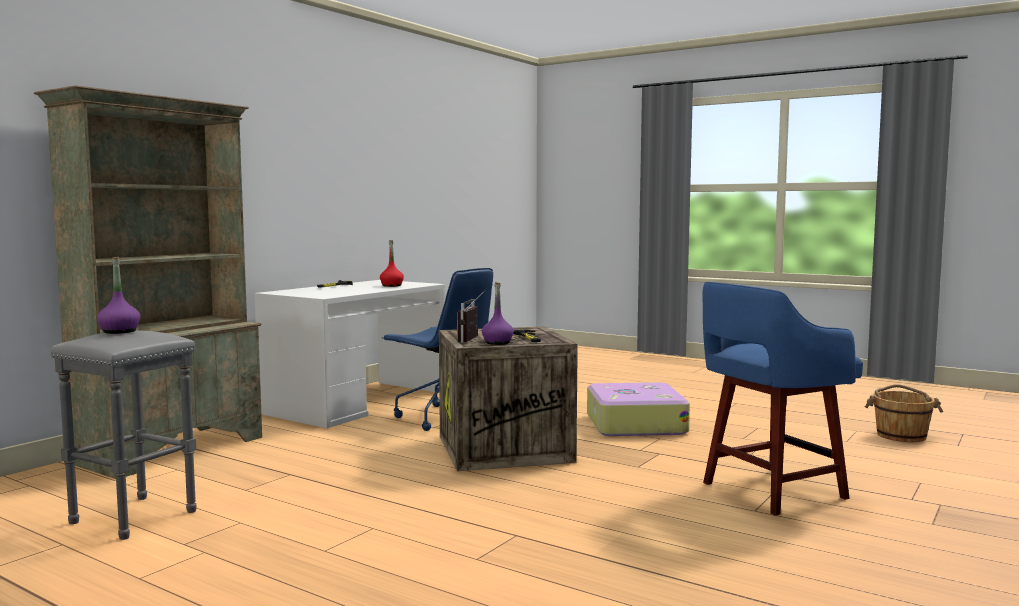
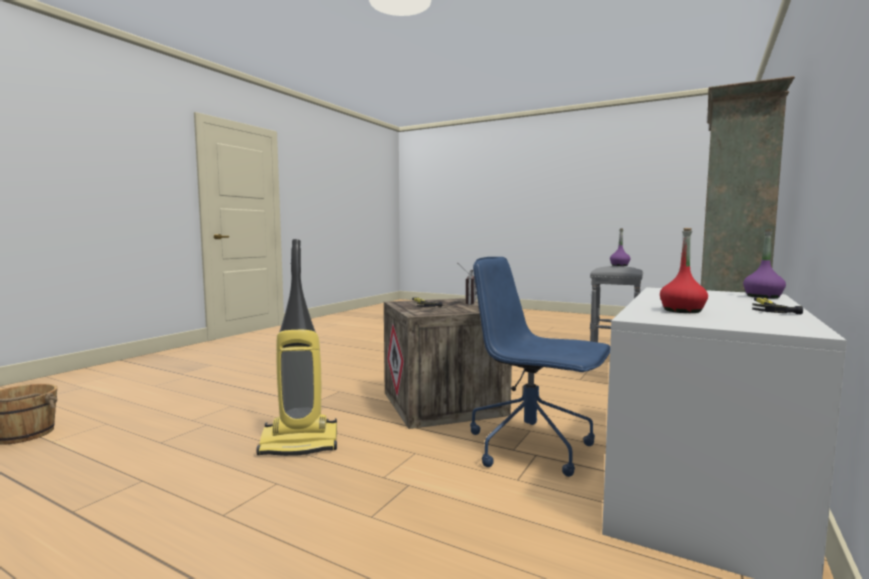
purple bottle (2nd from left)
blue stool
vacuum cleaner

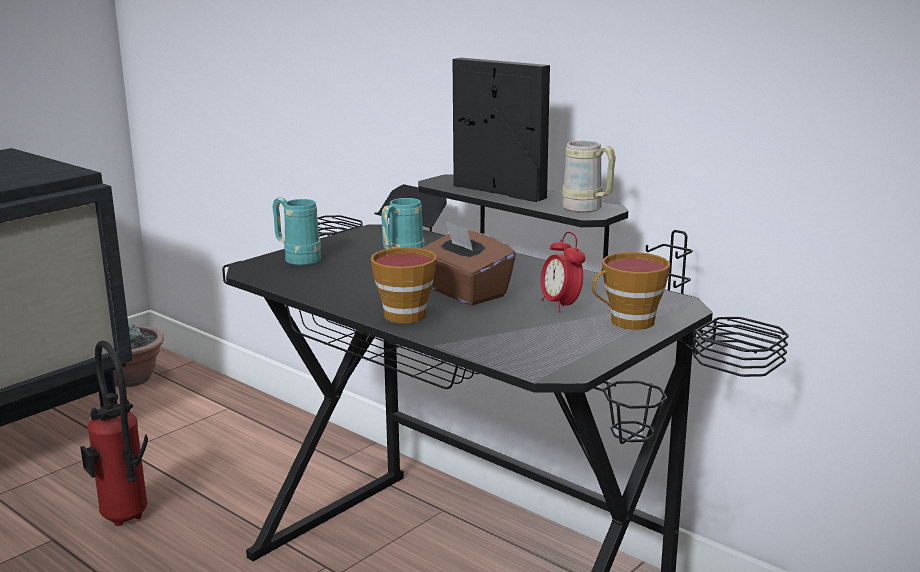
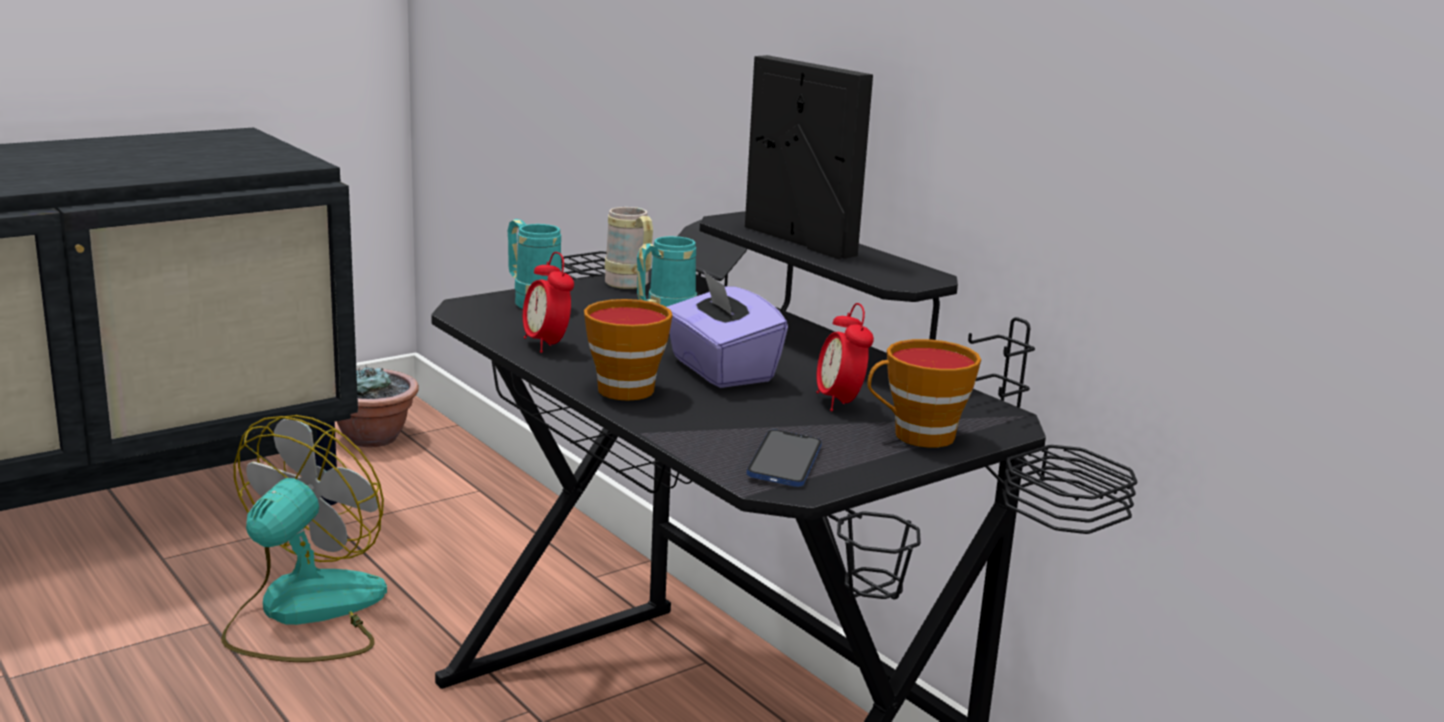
beige mug
purple tissue box
fan
alarm clock (1st from left)
phone

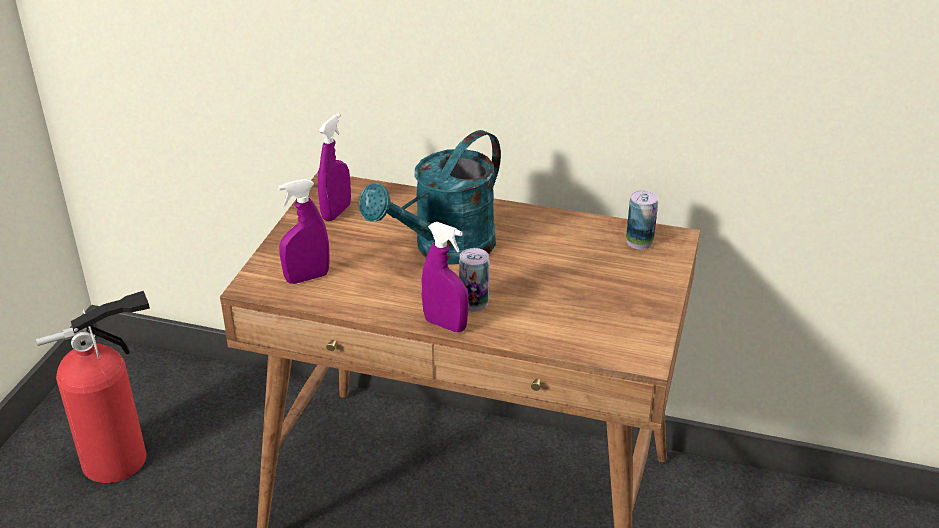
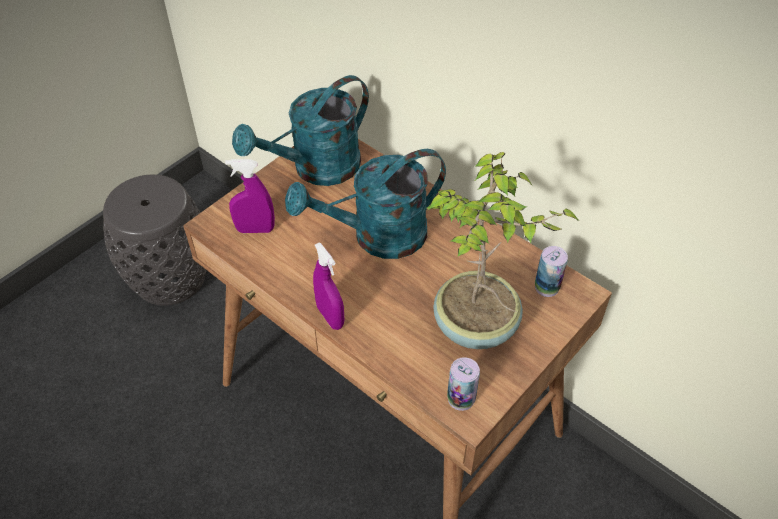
turquoise watering can (1st from left)
can (1st from left)
grey stool
potted plant

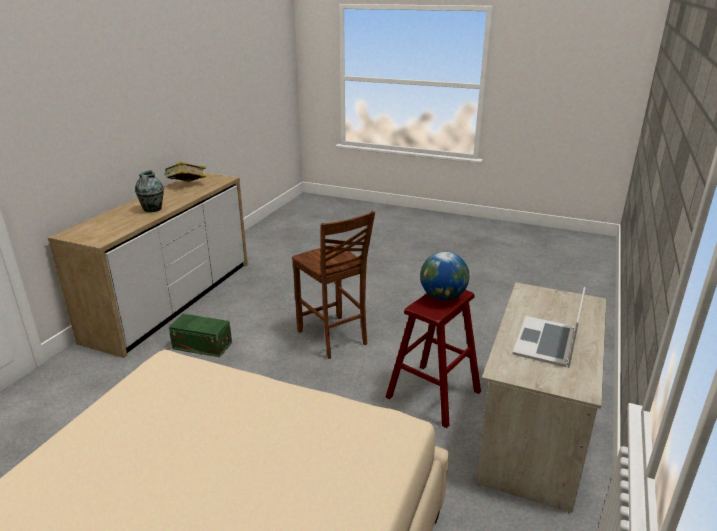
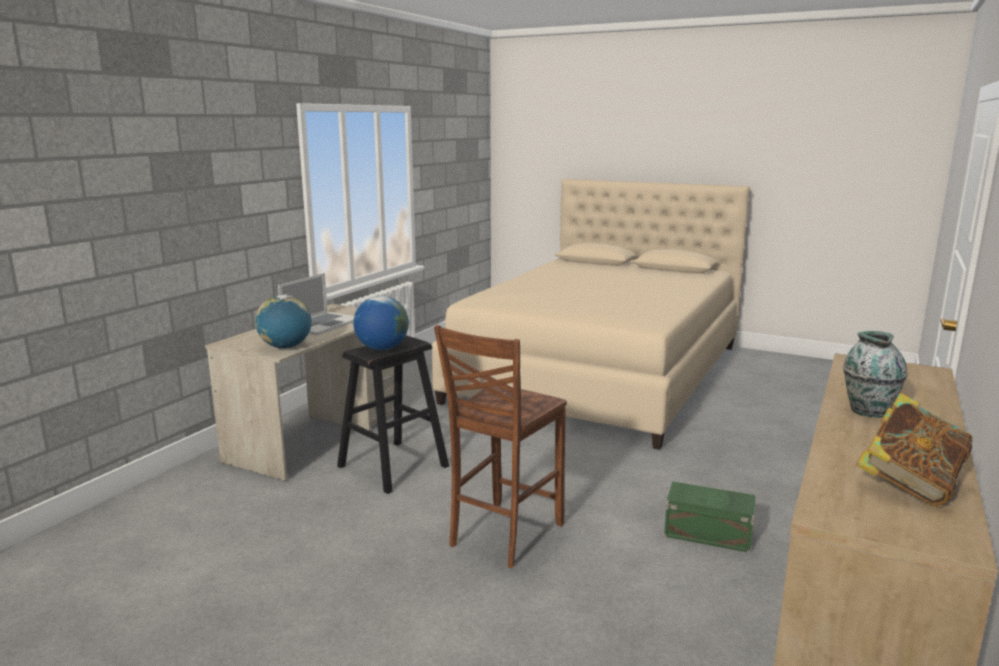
brown chair
black stool
globe (1st from left)

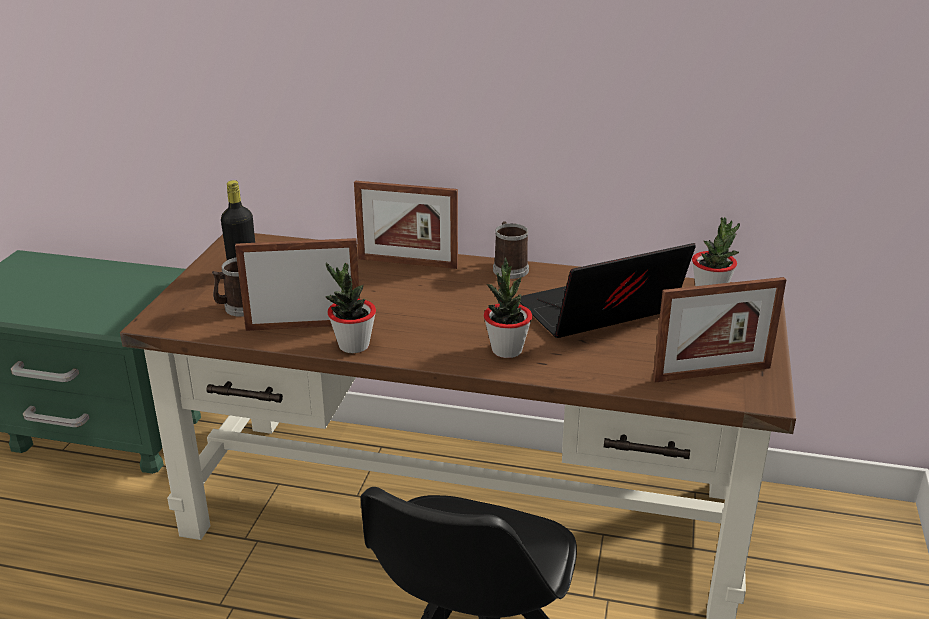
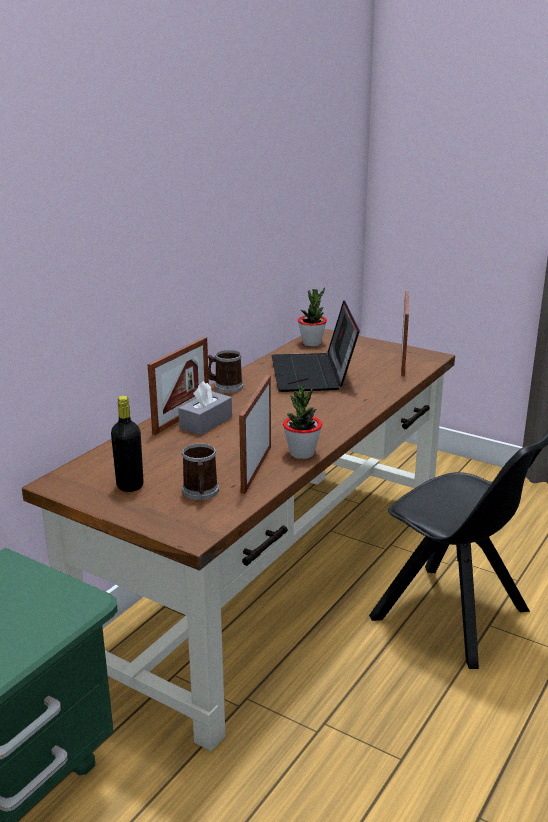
potted plant (2nd from left in the first image)
grey tissue box

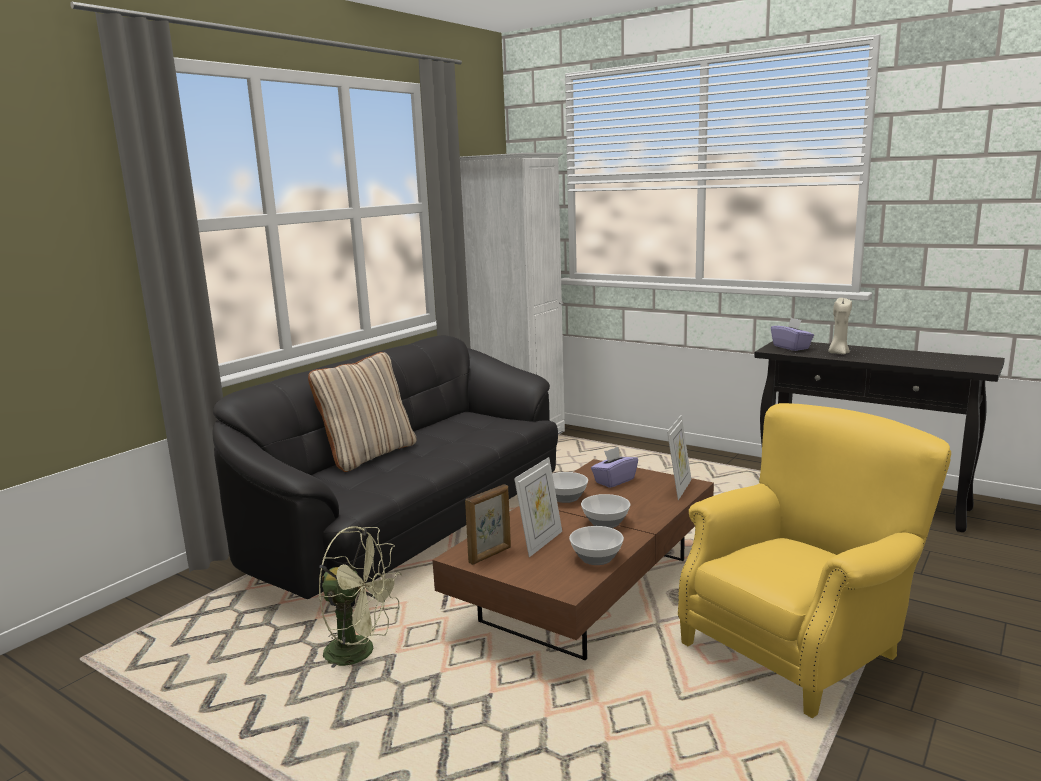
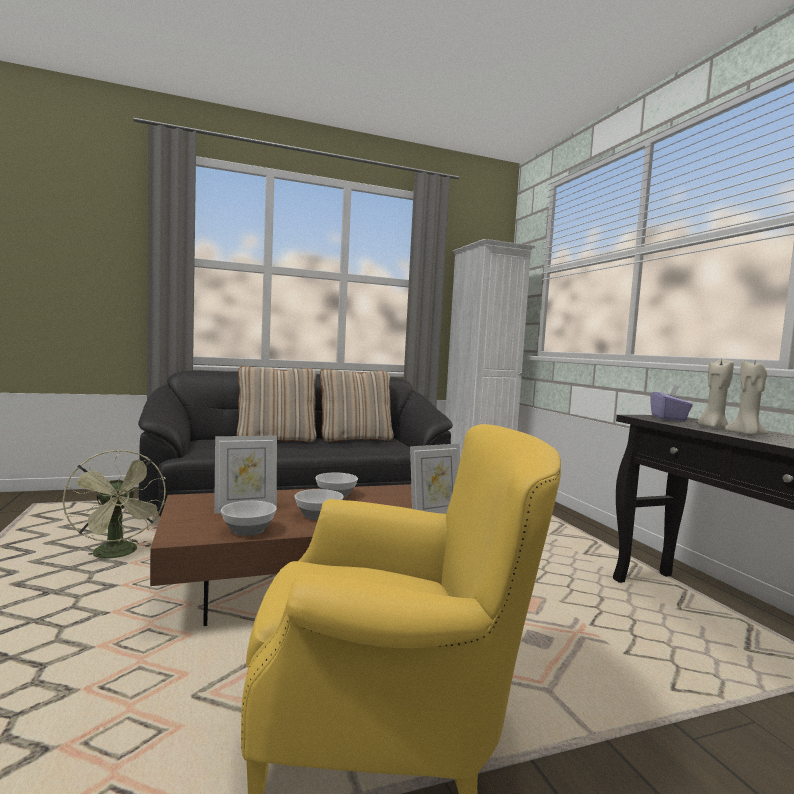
purple tissue box (1st from left in the first image)
picture frame (1st from left in the first image)
beige candle (2nd from left)
beige pillow (2nd from left)

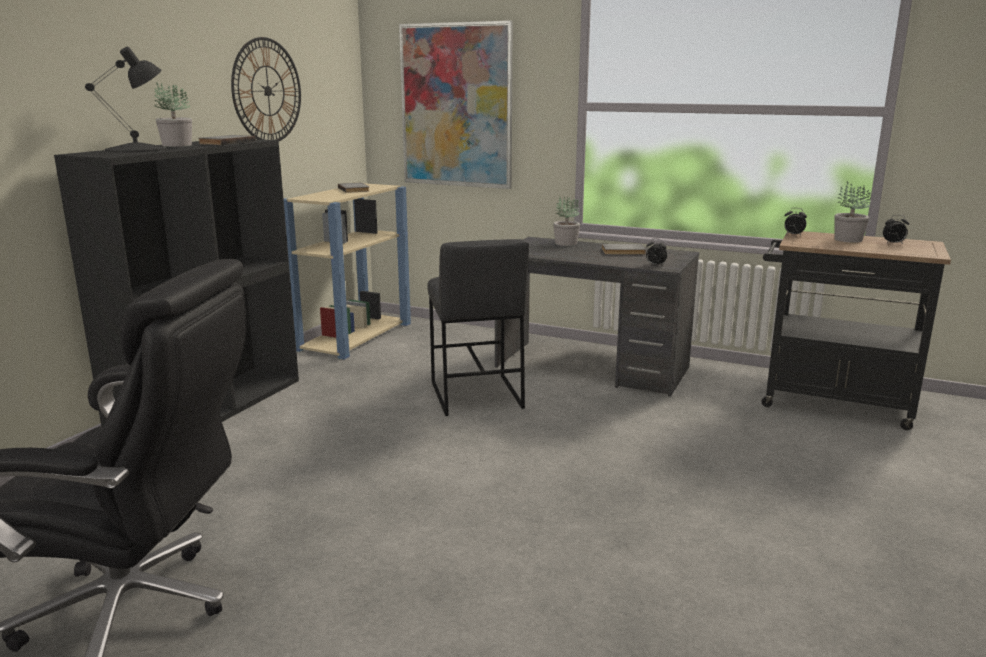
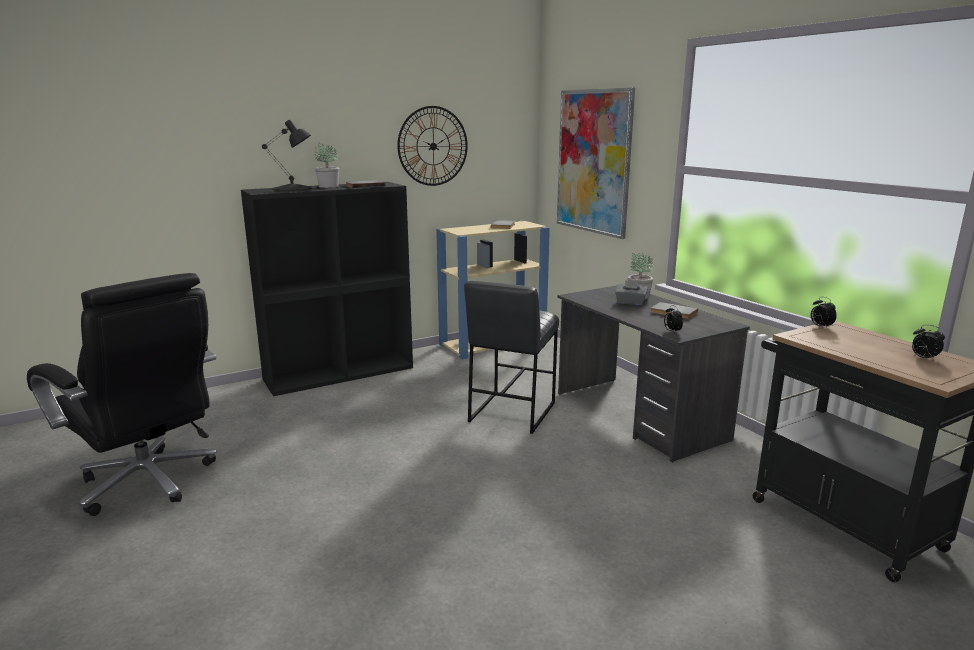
potted plant (3rd from left in the first image)
grey tissue box

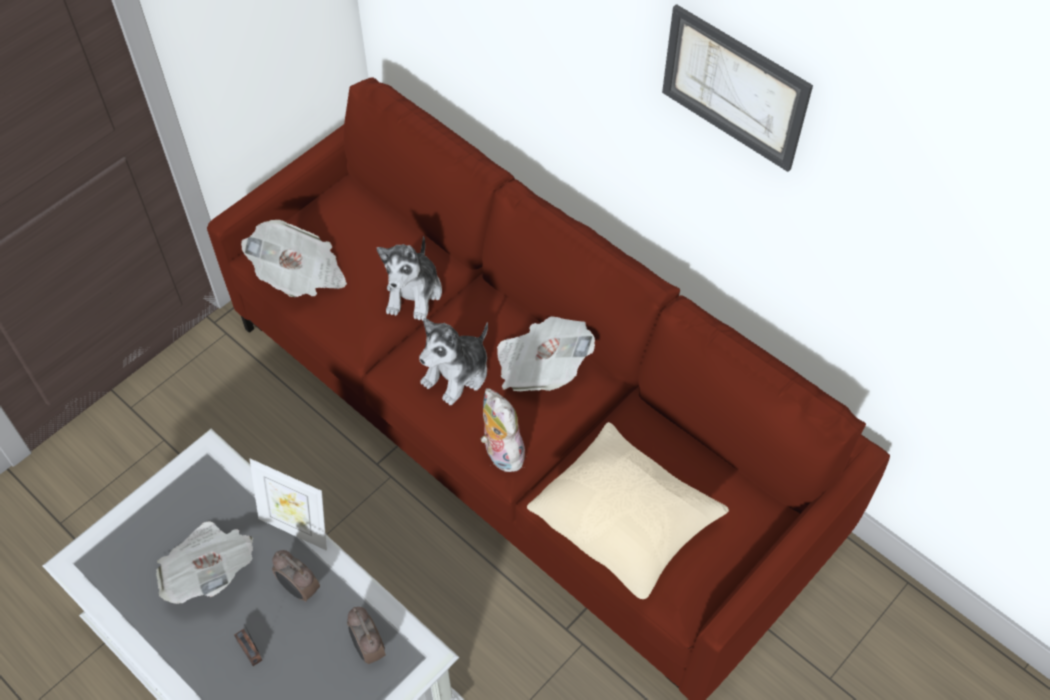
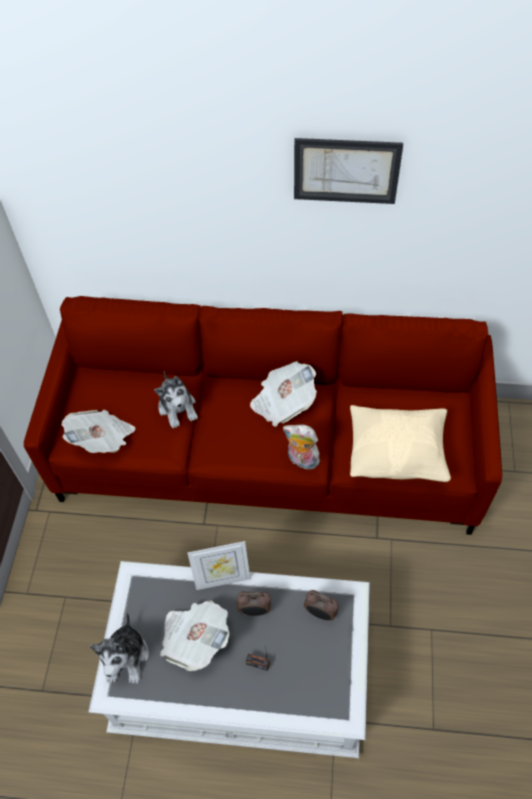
plush toy (1st from left)

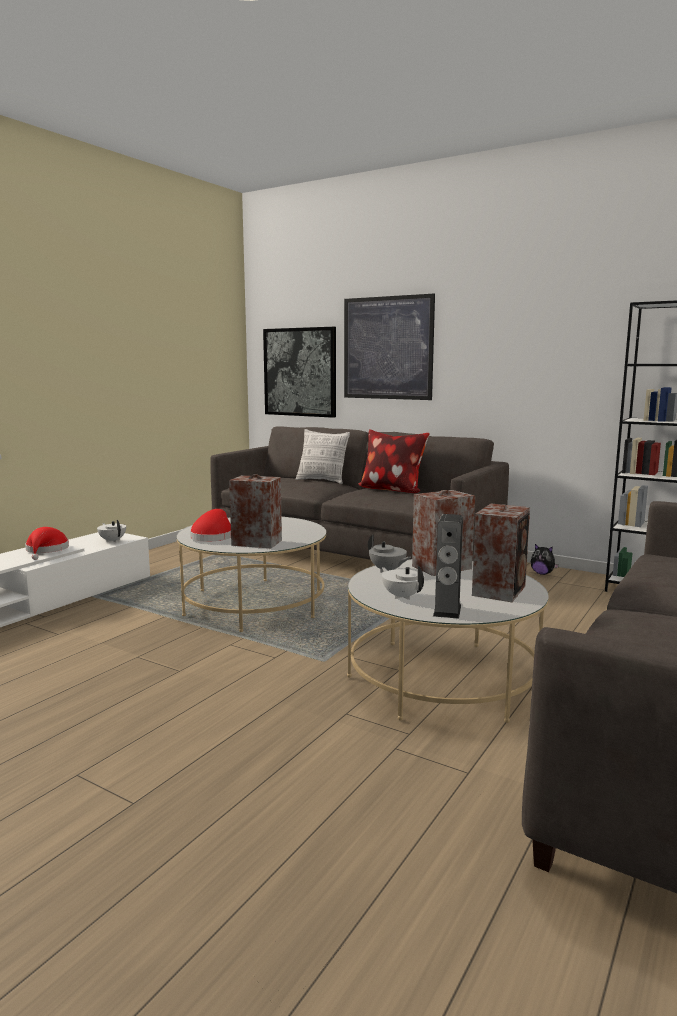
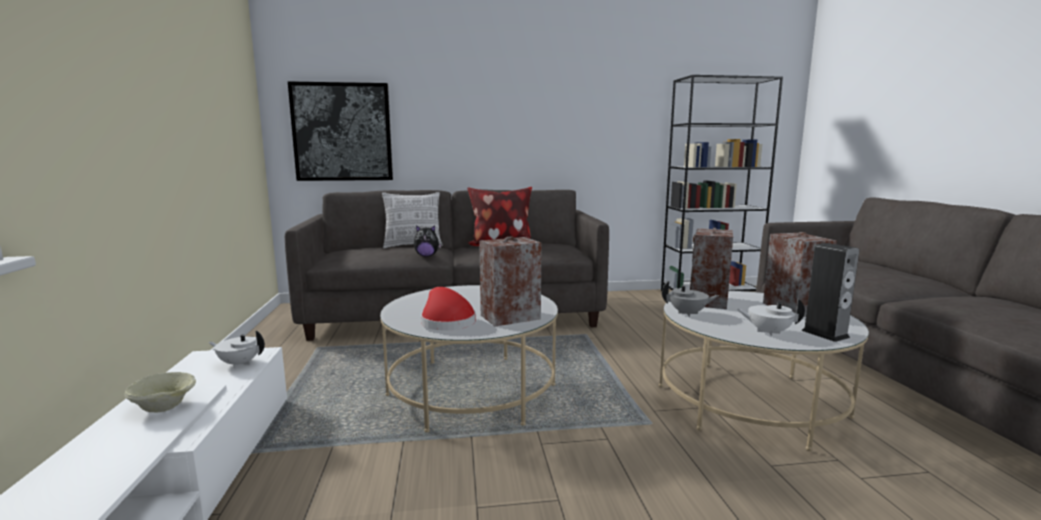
picture (2nd from left in the first image)
beige bowl
plush toy

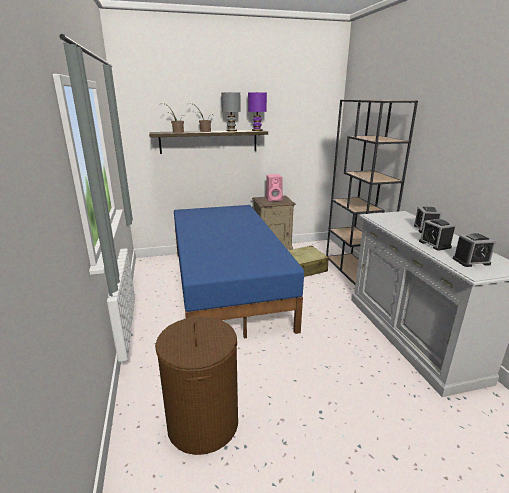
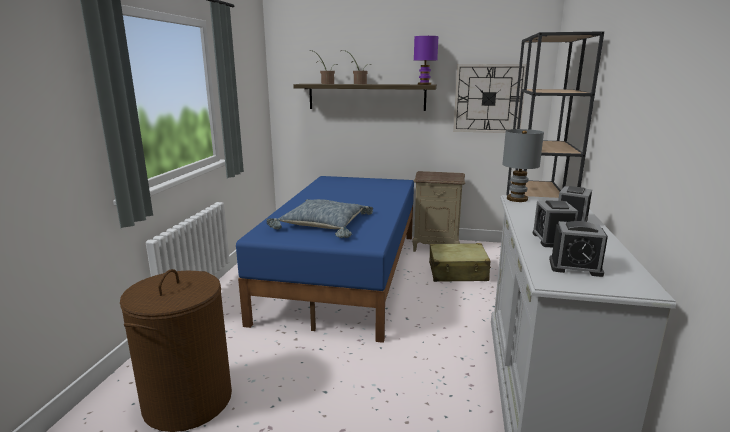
grey table lamp
pink speaker
wall clock
pillow

